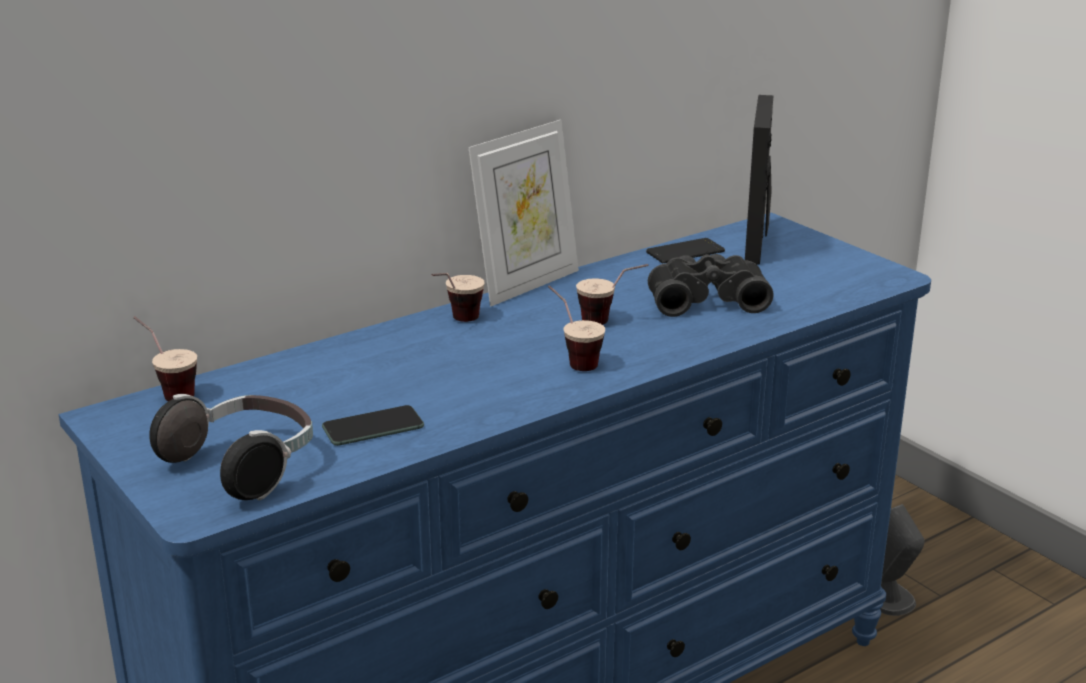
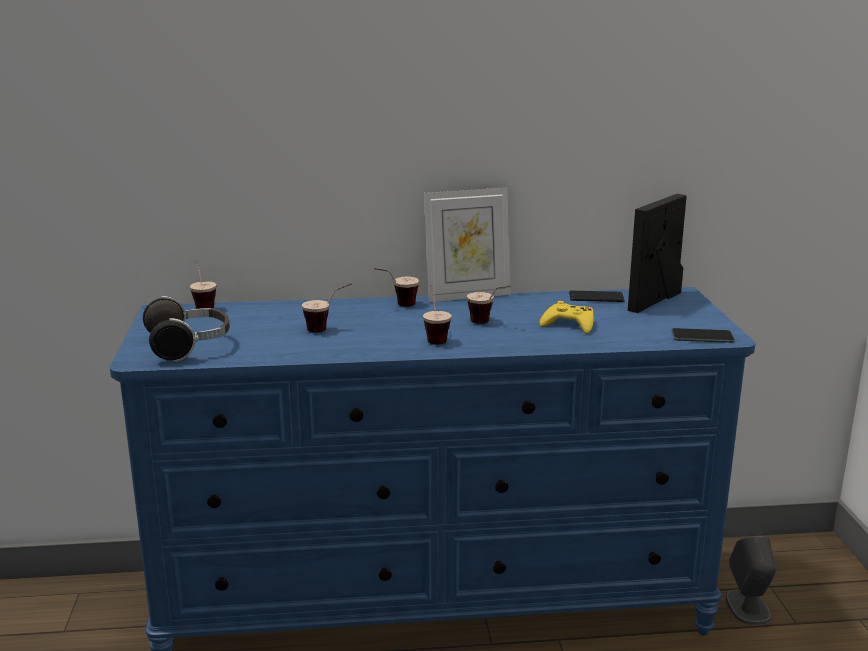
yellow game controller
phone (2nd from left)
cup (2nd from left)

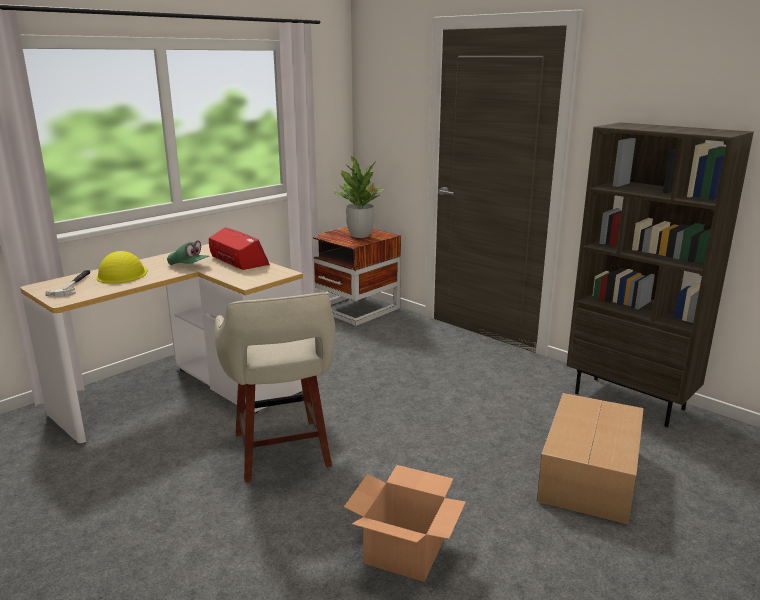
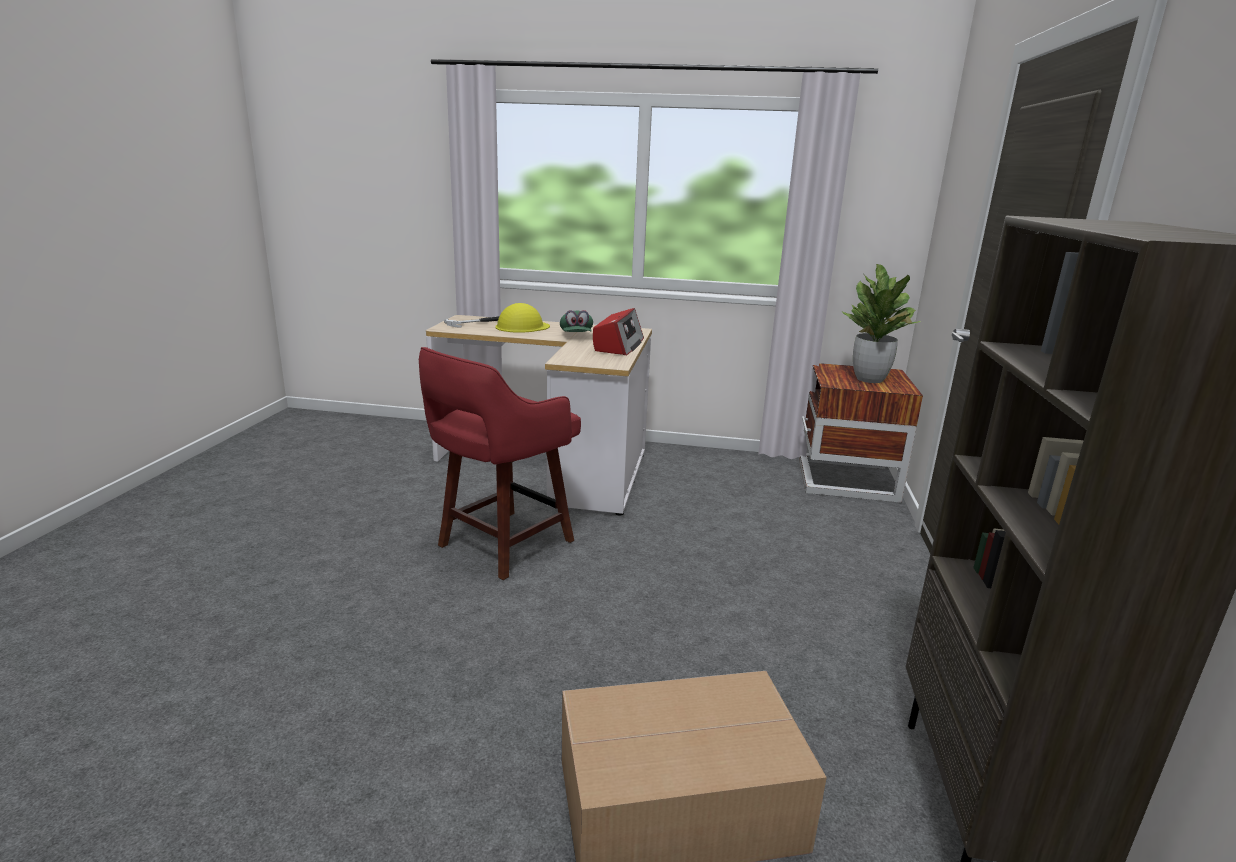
red stool
cardboard box (1st from left in the first image)

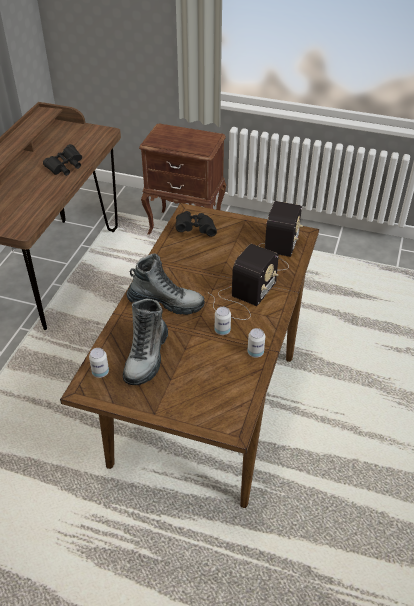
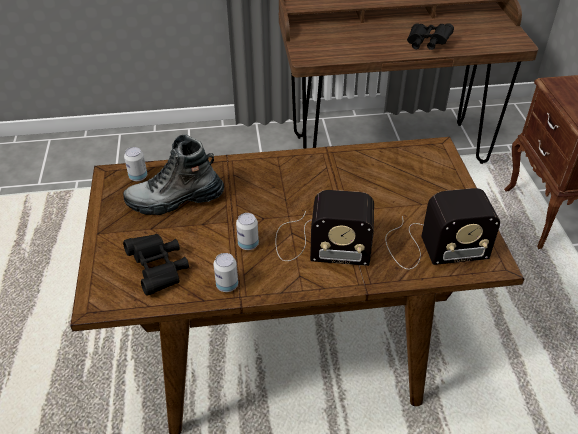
black binoculars (1st from left)
boot (2nd from left in the first image)

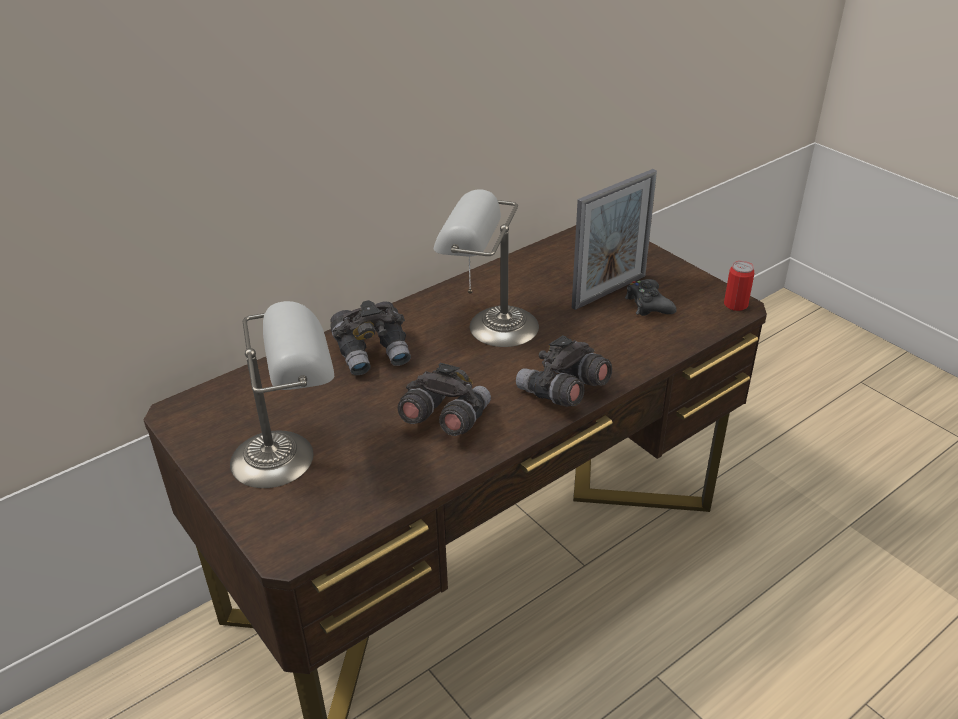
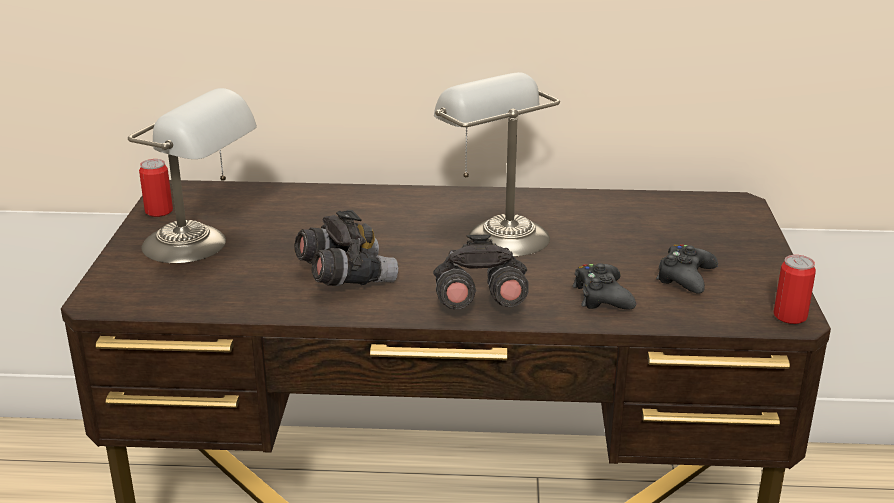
picture frame
grey binoculars (1st from left in the first image)
can (1st from left)
black game controller (1st from left)

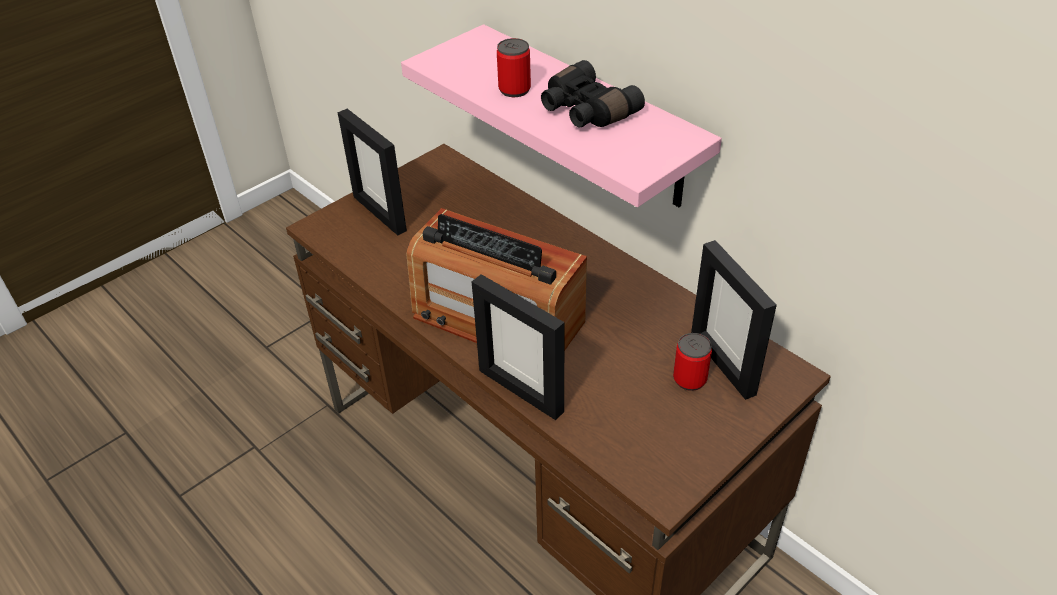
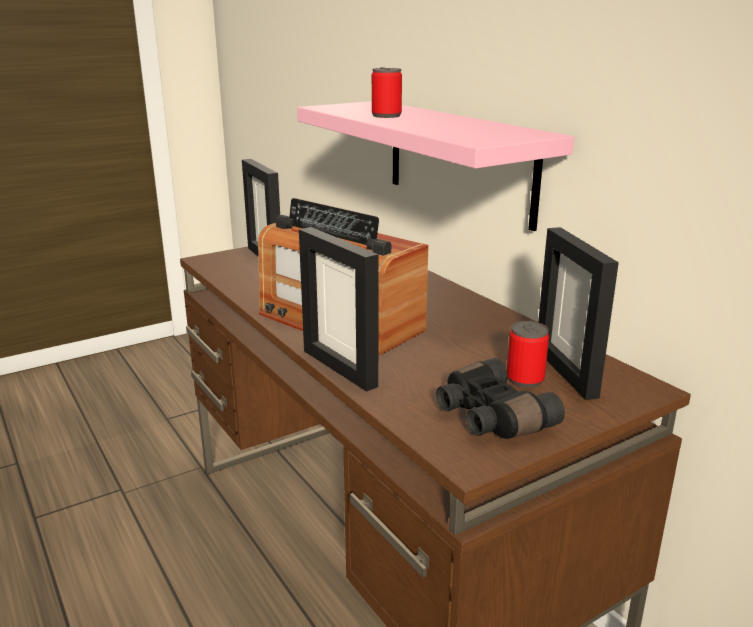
black binoculars

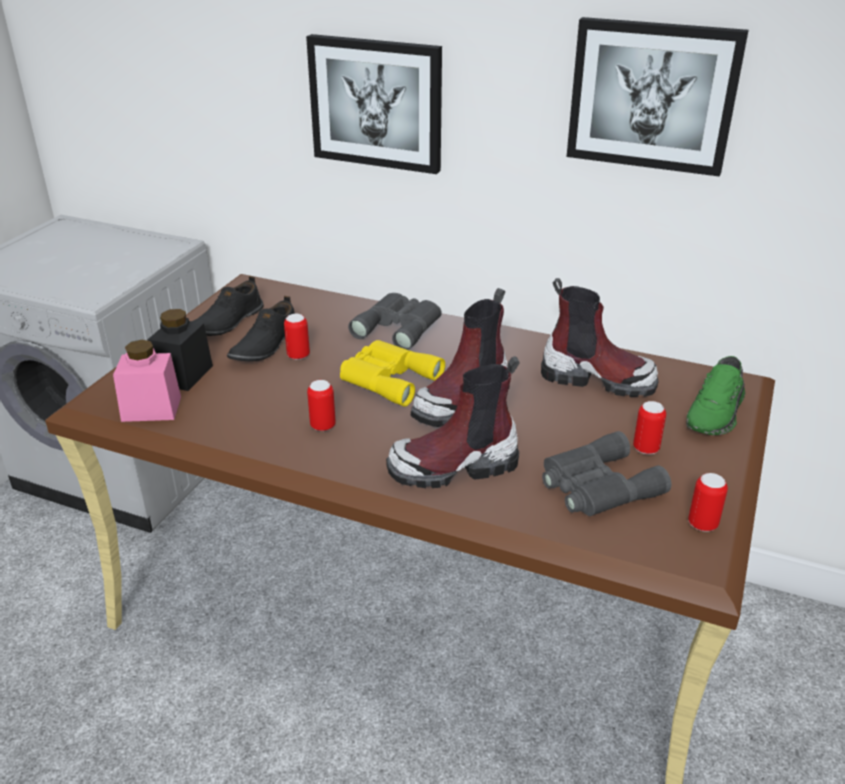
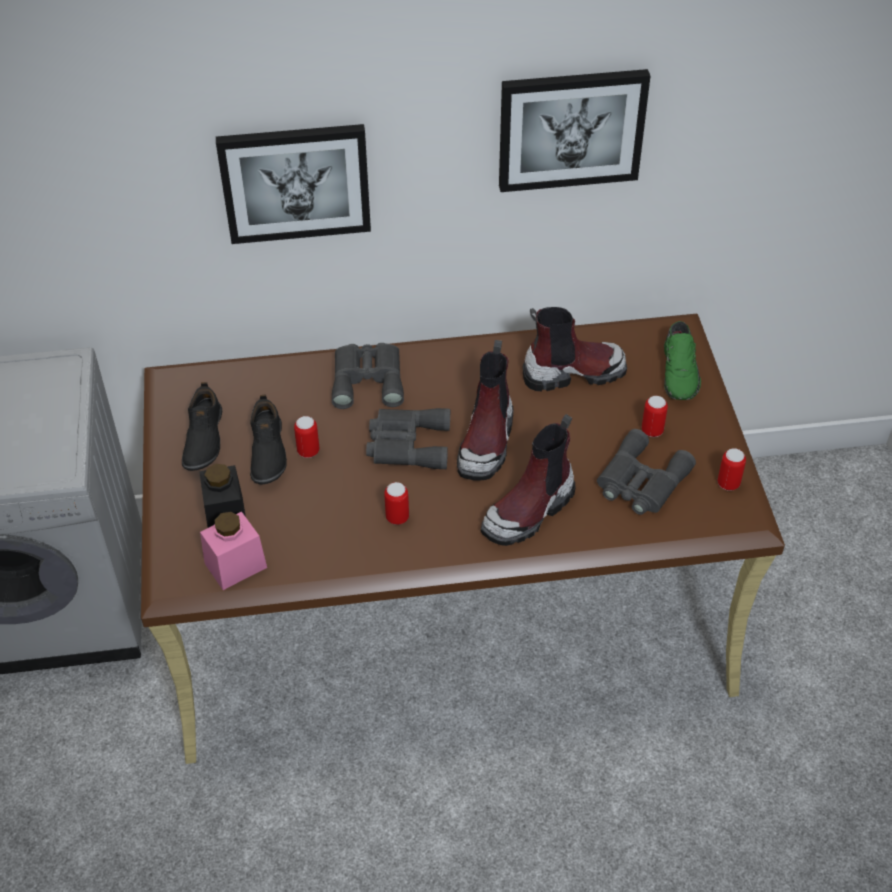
grey binoculars (2nd from left)

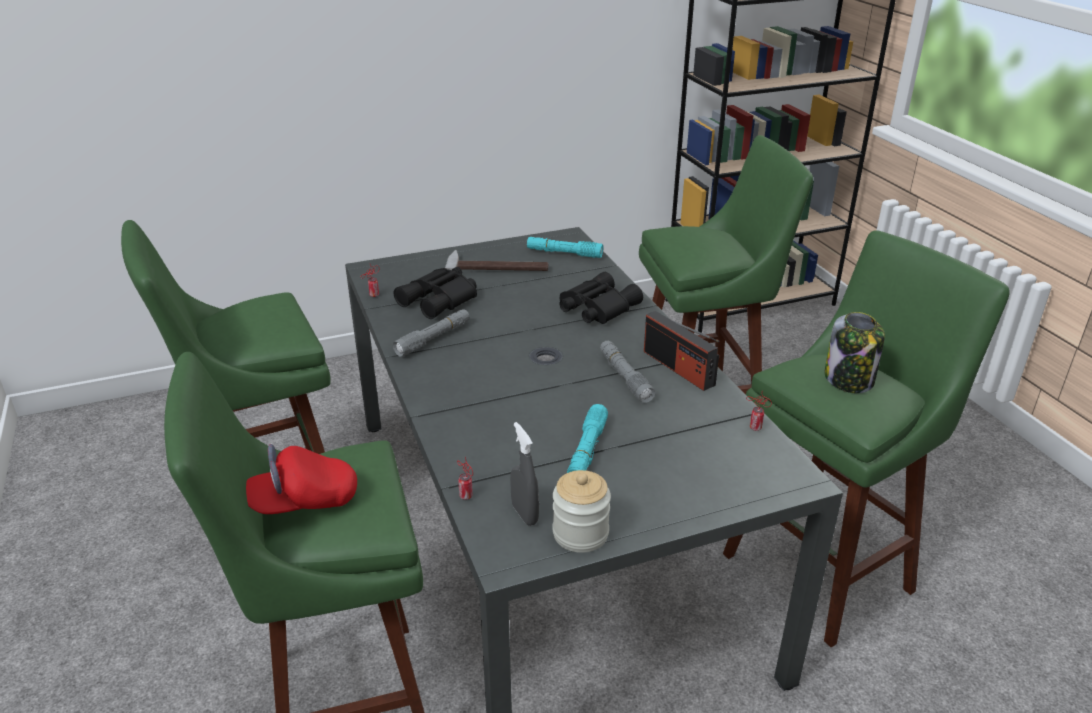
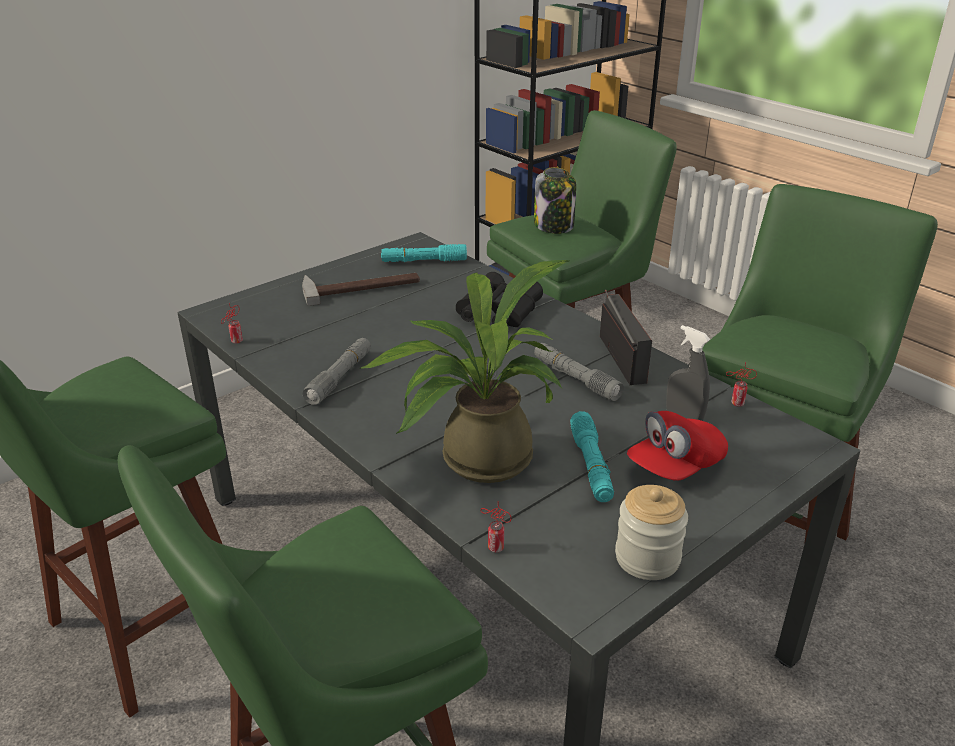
black binoculars (1st from left in the first image)
radio
jar (1st from left)
grey spray bottle
red cap
potted plant

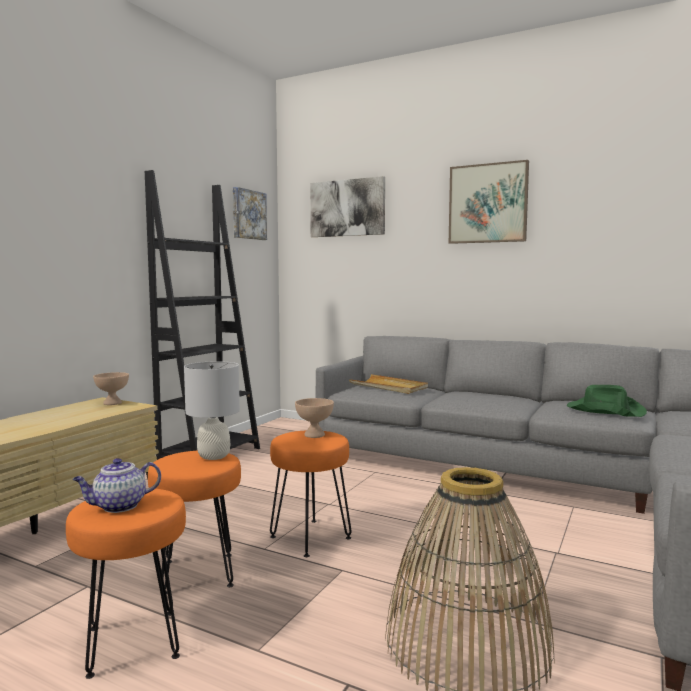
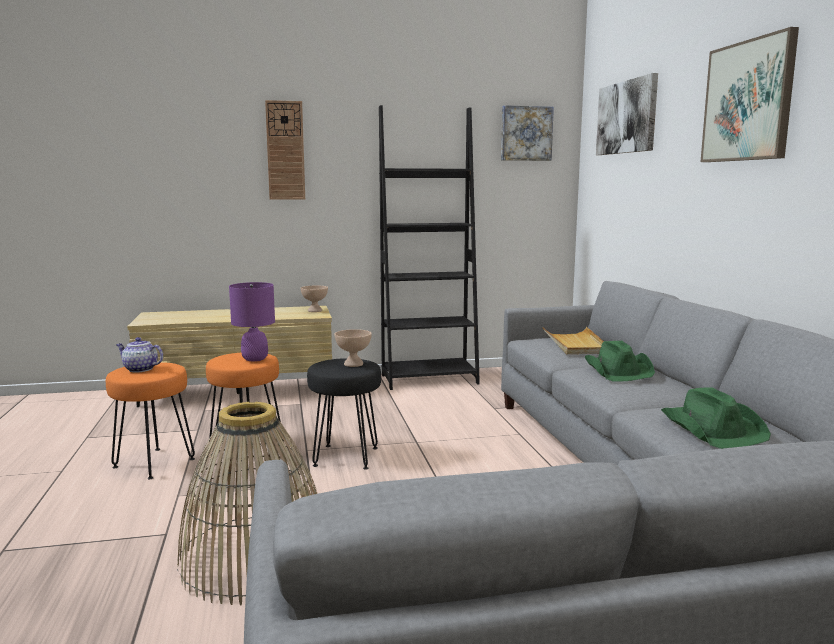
purple table lamp
black stool
wall clock
green hat (1st from left)

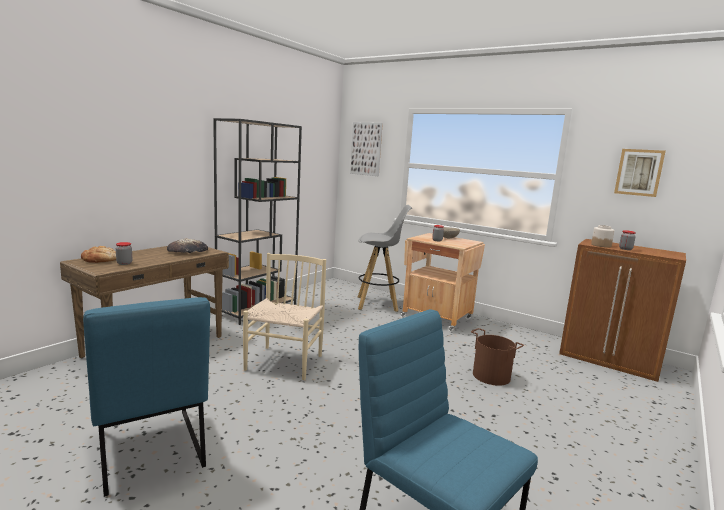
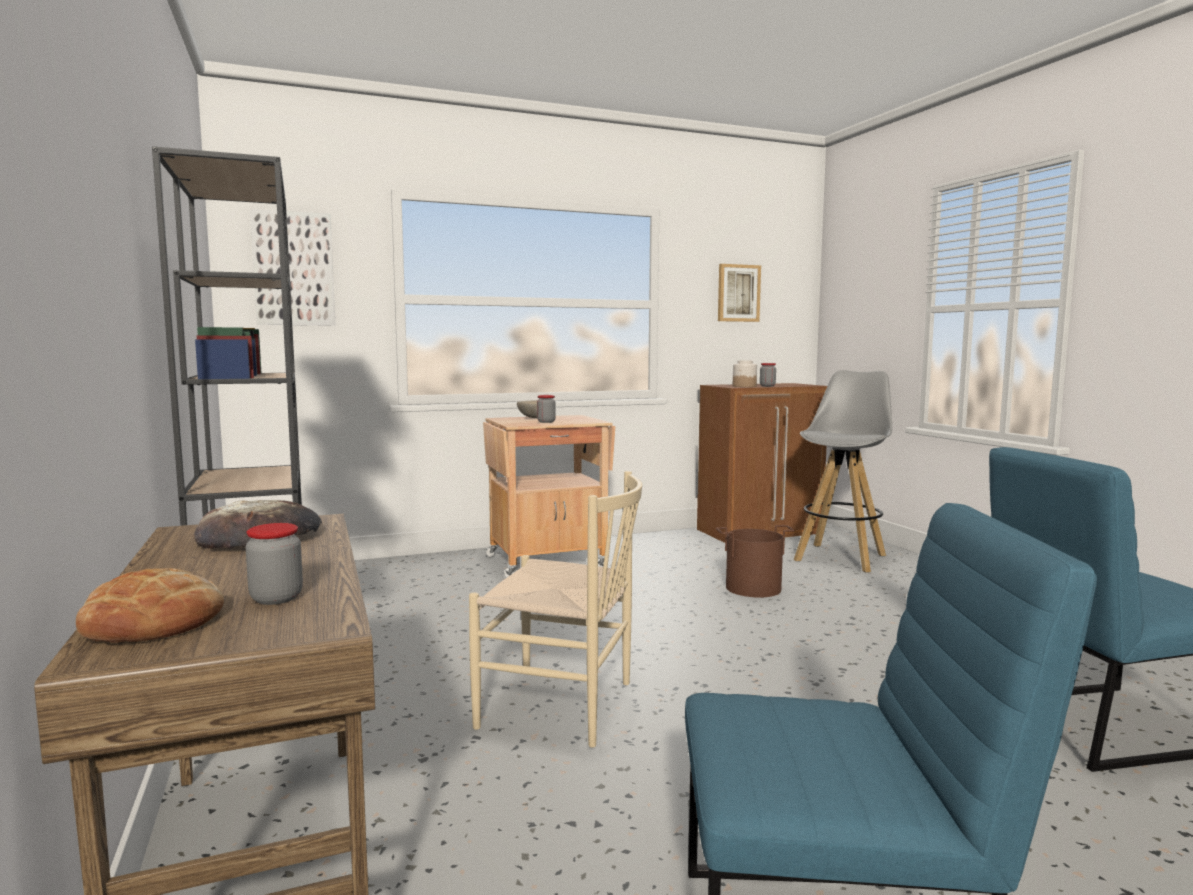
grey stool
beige chair

